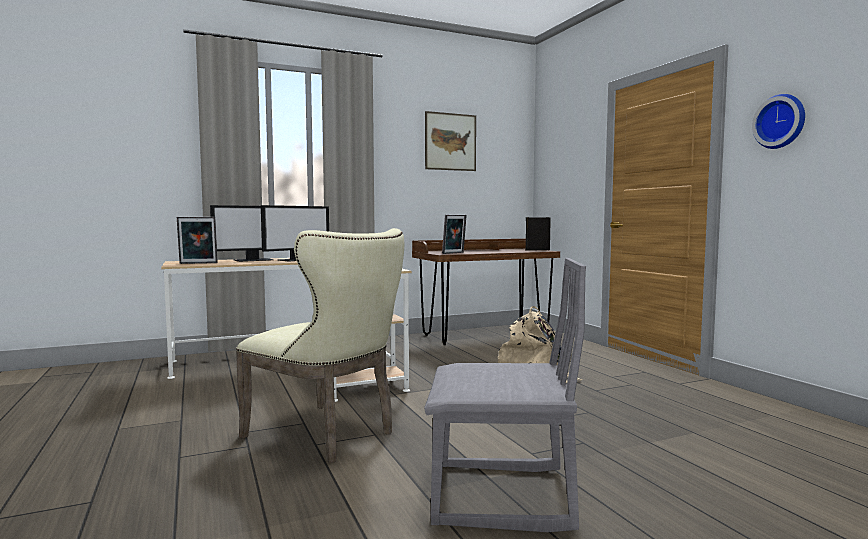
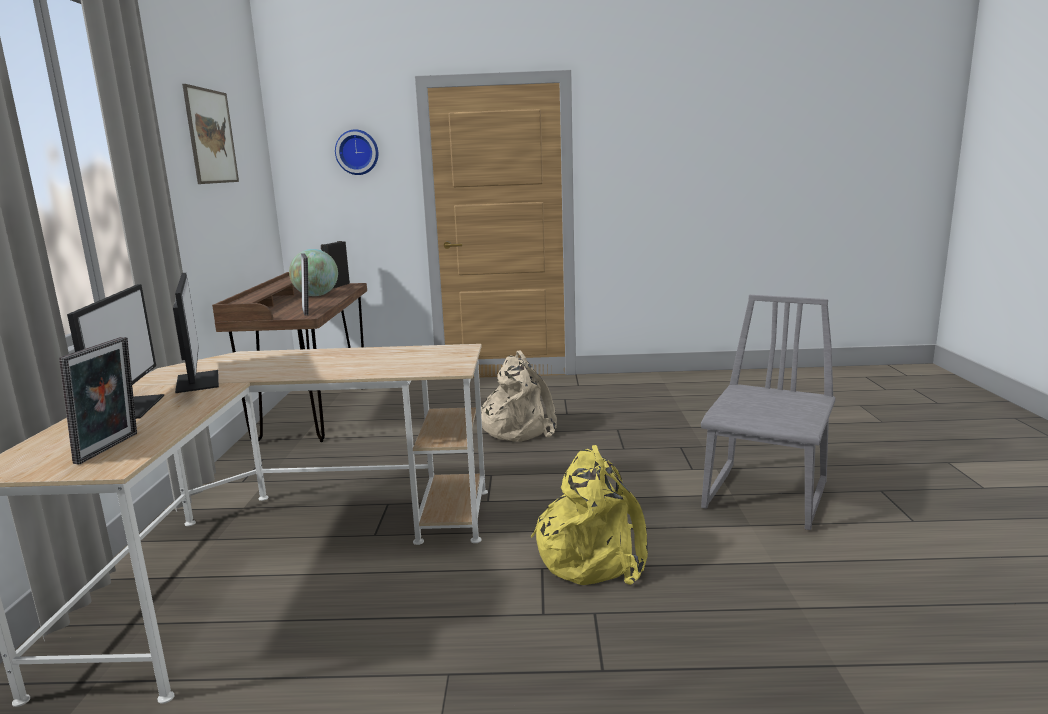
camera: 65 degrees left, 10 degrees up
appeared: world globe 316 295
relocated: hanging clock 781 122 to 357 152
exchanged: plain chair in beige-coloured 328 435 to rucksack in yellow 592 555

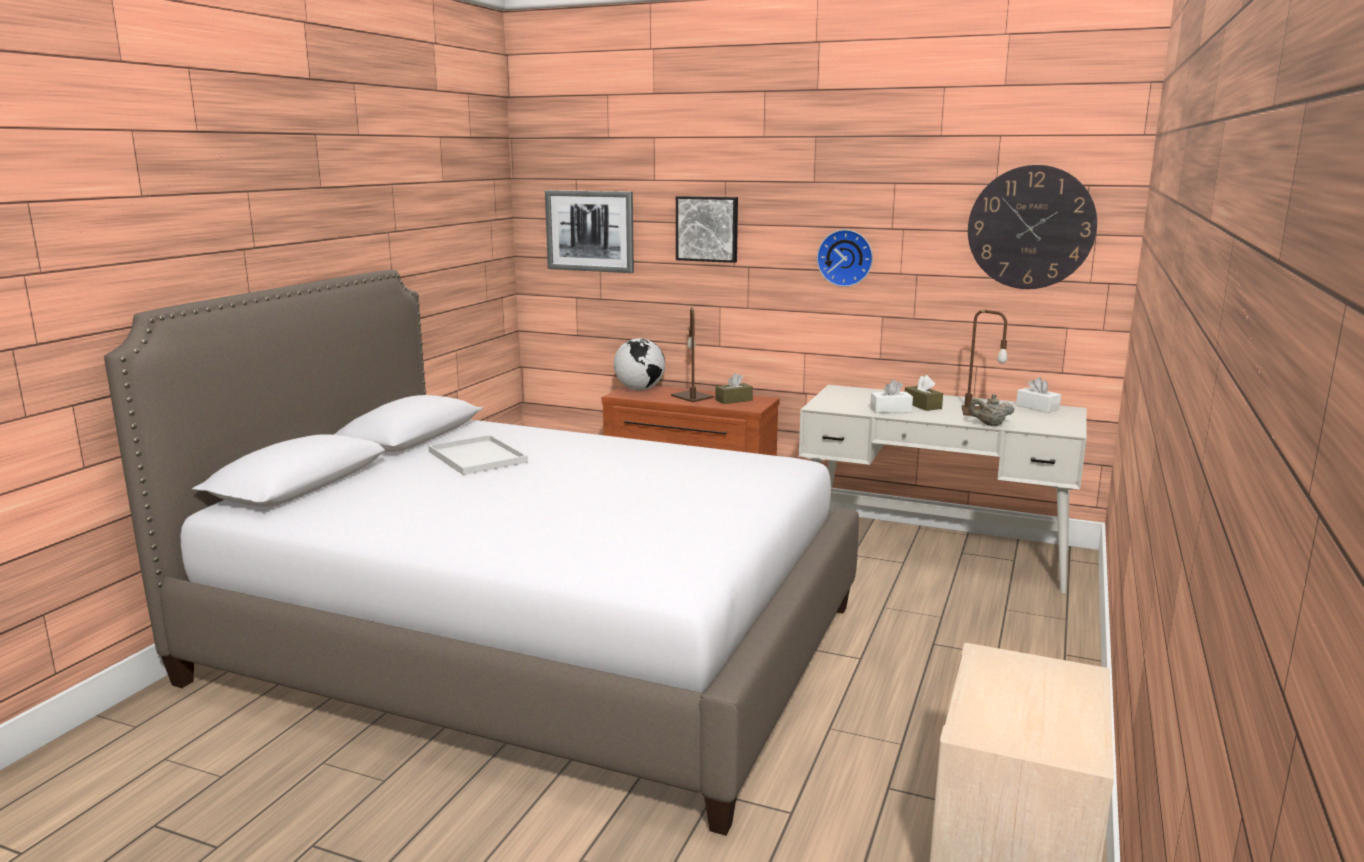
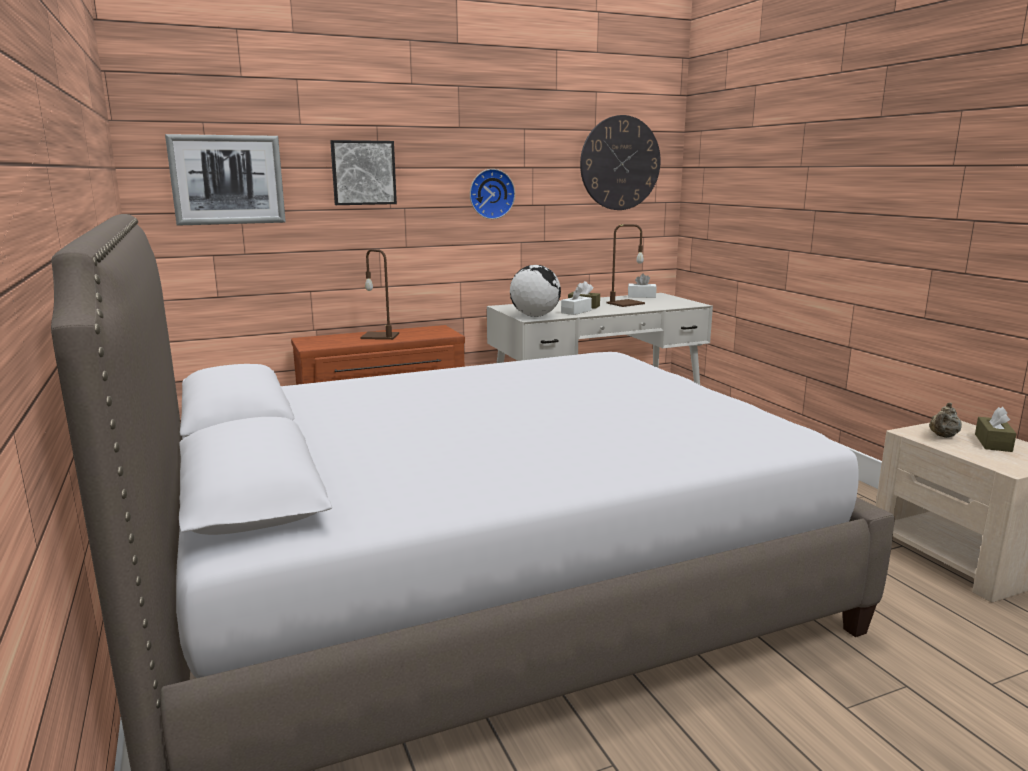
camera: 45 degrees left, 0 degrees up
missing: serving tray in white-coloured 475 456
relocated: world globe 639 389 to 534 316; tissue holder in brown 734 400 to 993 443; tea pot in beige-coloured 990 425 to 943 436

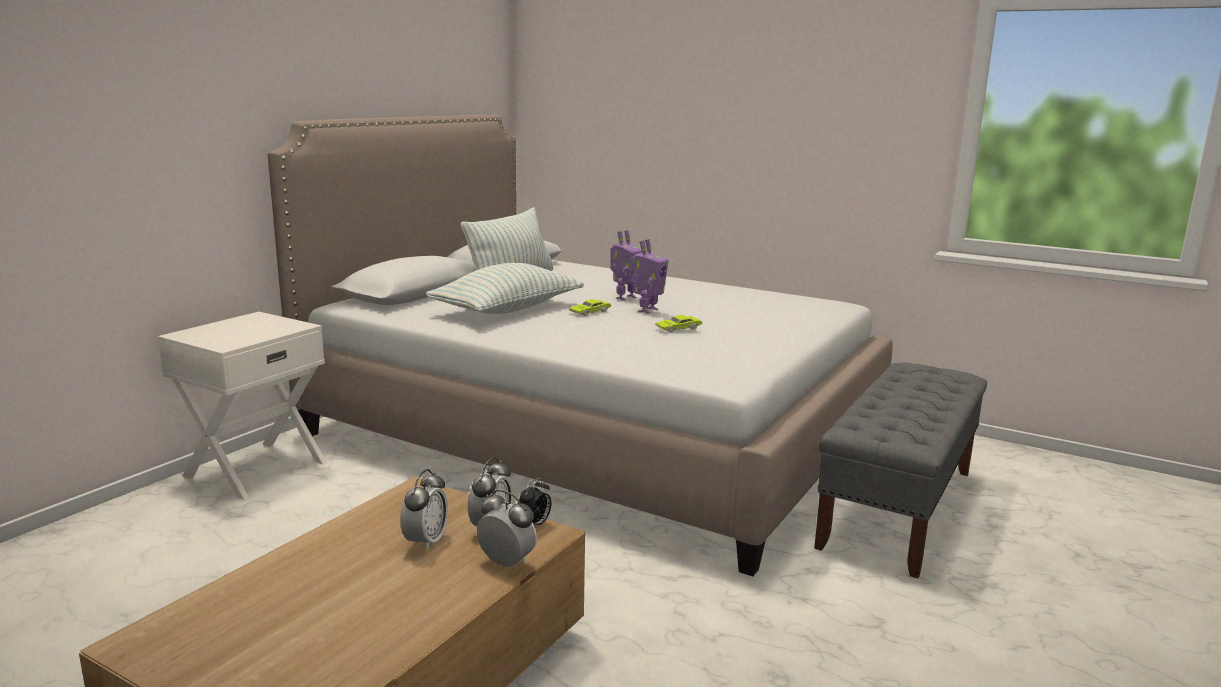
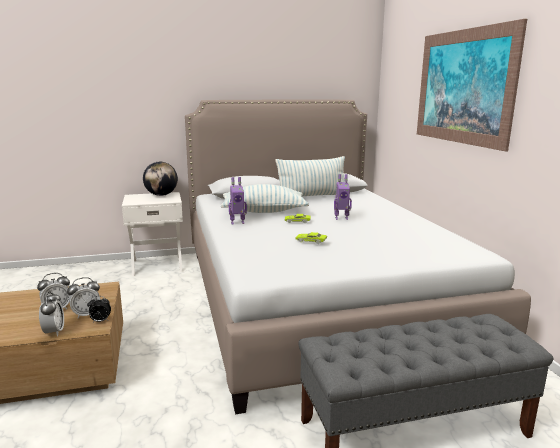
camera: 45 degrees right, 0 degrees up
appeared: wall art 463 87; world globe 161 195
relocated: model robot 647 310 to 237 222

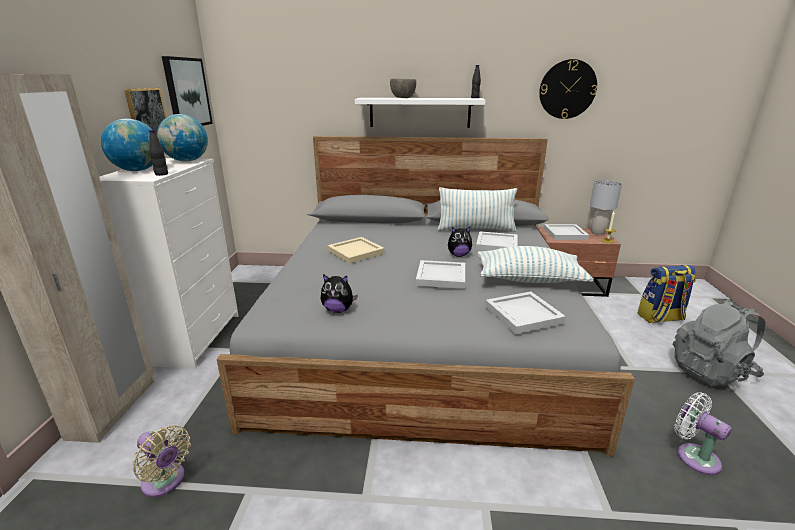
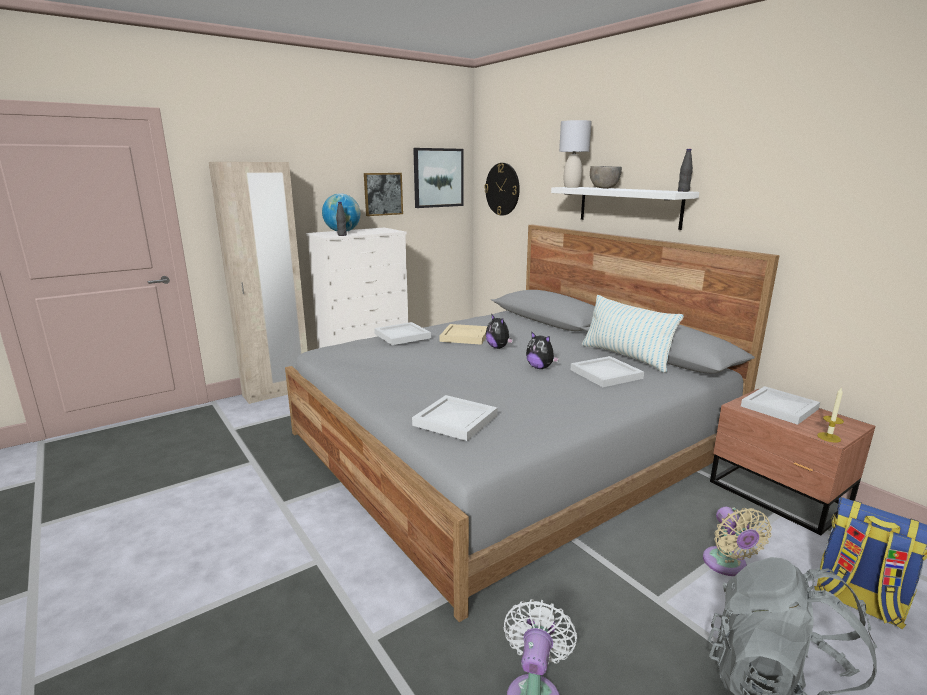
camera: 50 degrees right, 5 degrees down
missing: world globe 187 161; pillow 529 279
relocated: hanging clock 567 89 to 502 189; table lamp in gray 598 233 to 571 187; serving tray in white-coloured 442 277 to 402 336; soft toy 338 310 to 498 347; electric fan in beige-coloured 166 482 to 727 565

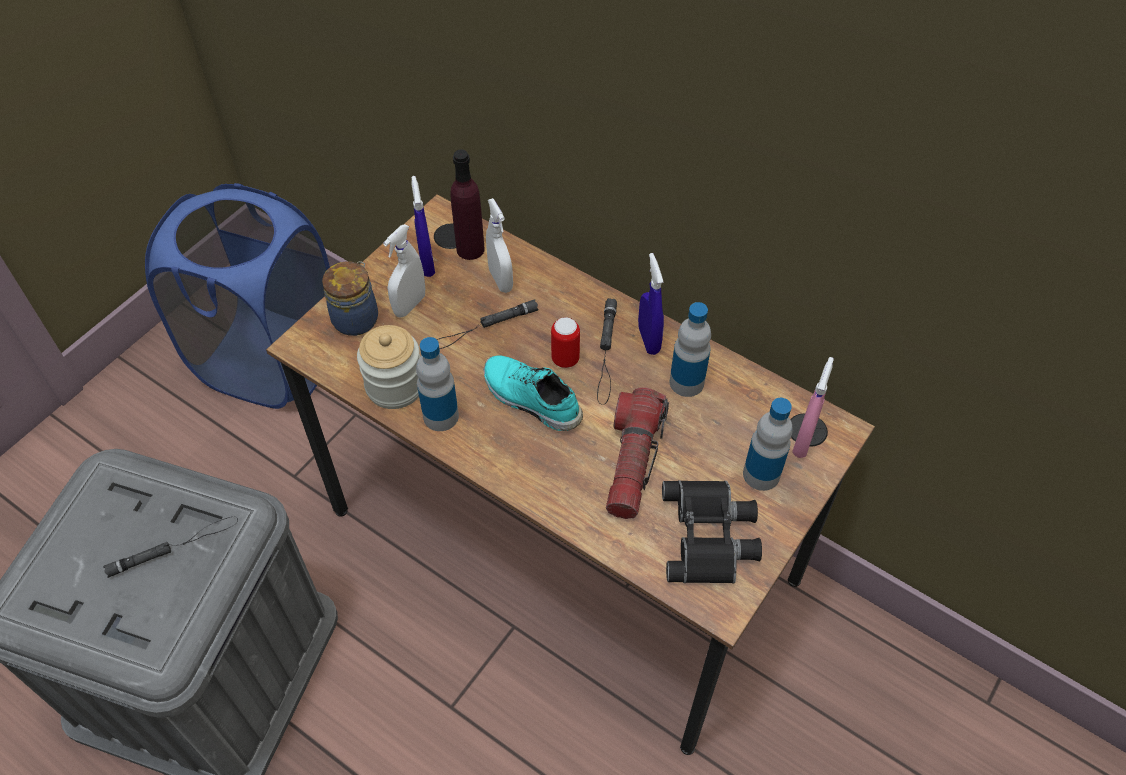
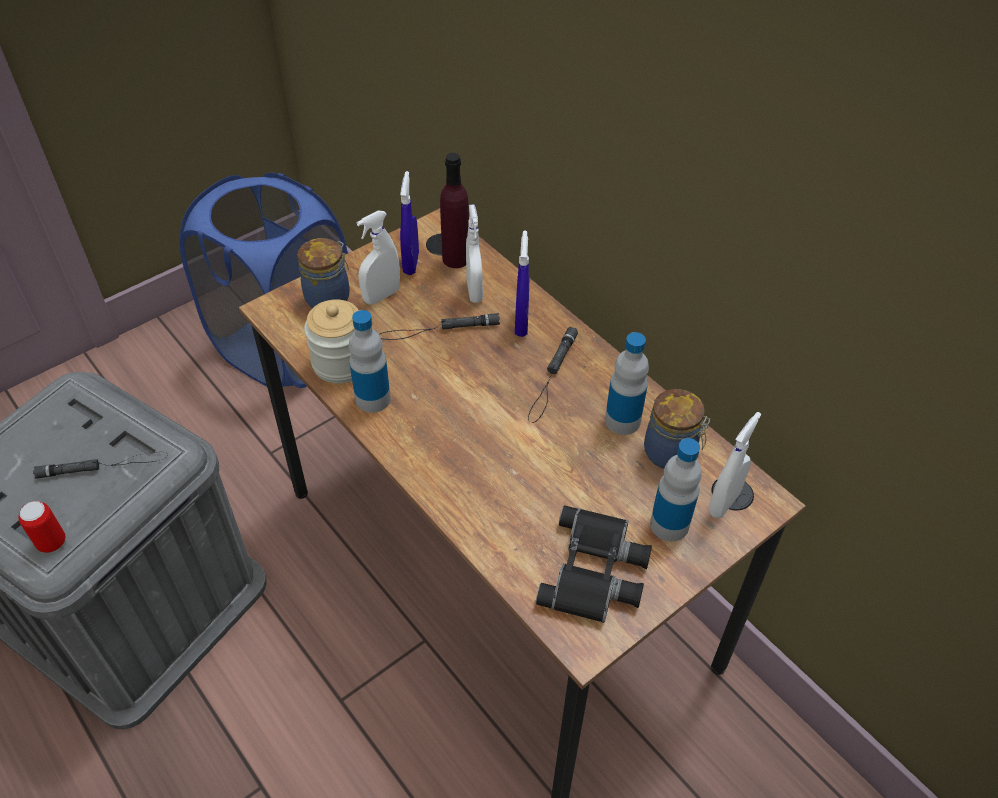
camera: 15 degrees right, 5 degrees down
missing: low shoe in turquoise-coloured 530 400; hand torch 633 462
appeared: storage jar 671 453
relocated: sprayer in blue-coloured 648 340 to 521 324; sealed can 565 359 to 51 542
colour: sprayer in pinkish 803 441 to sprayer in white-coloured 724 503

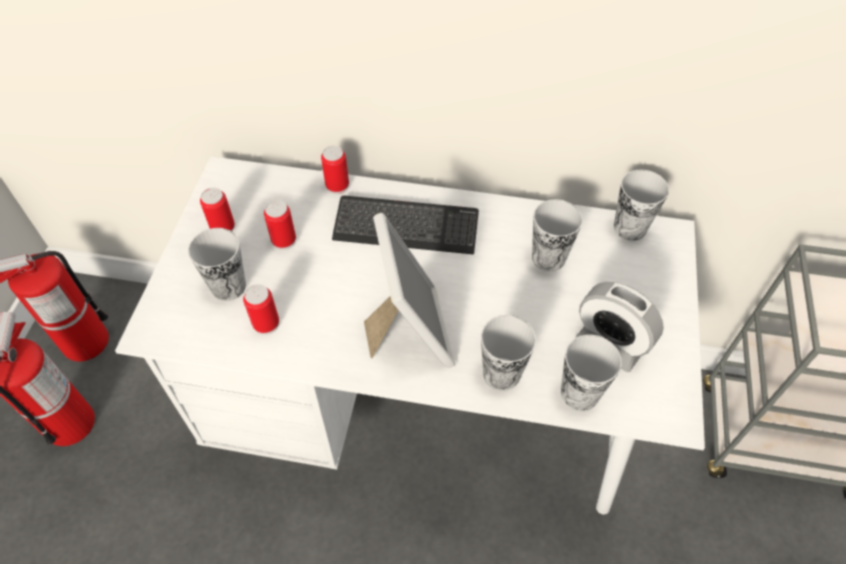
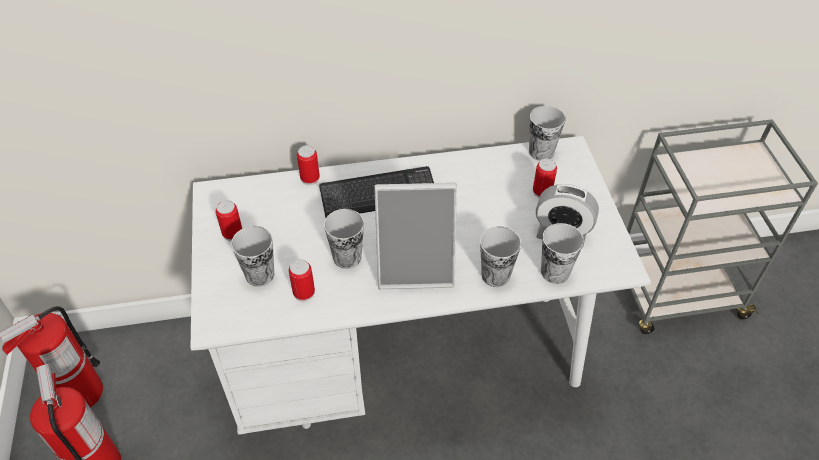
camera: 20 degrees left, 5 degrees down
relocated: drinking cup 548 257 to 347 257; sealed can 284 240 to 542 192
spun: picture frame 409 331 = 416 267 120 degrees clockwise

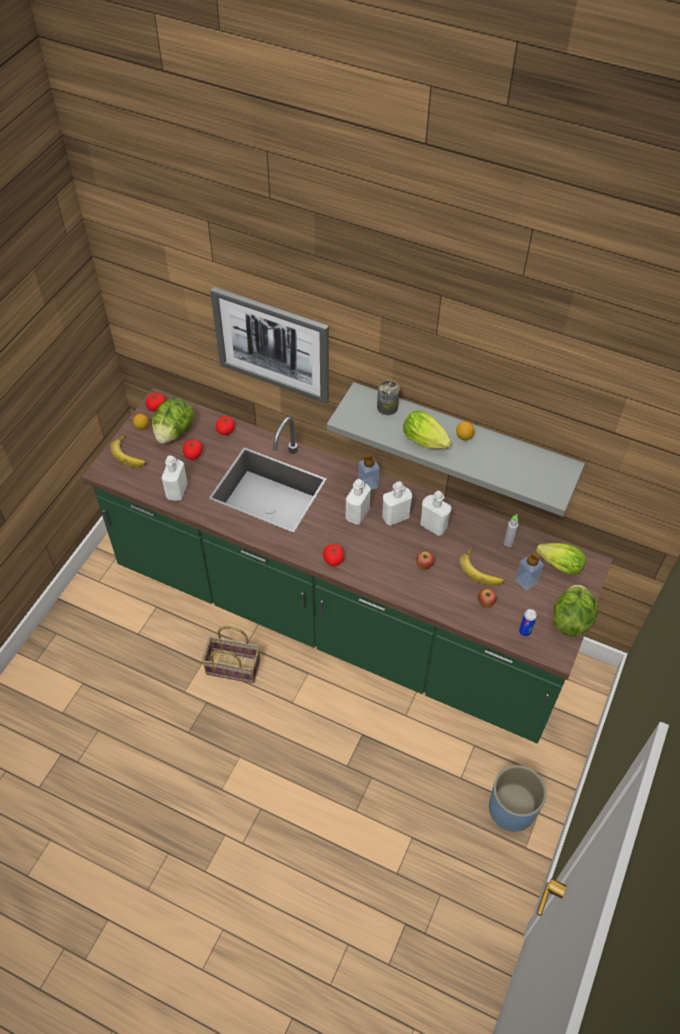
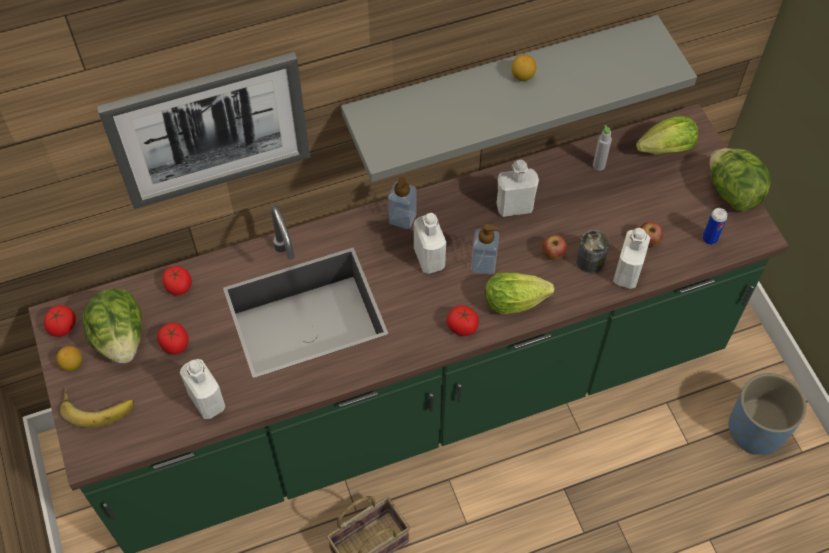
camera: 45 degrees left, 5 degrees up
missing: whole banana 482 569
relocated: sealed can 387 407 to 590 261; head of lettuce 427 442 to 518 301; bottle in white-coloured 395 517 to 627 273; soap dispenser 526 581 to 483 264

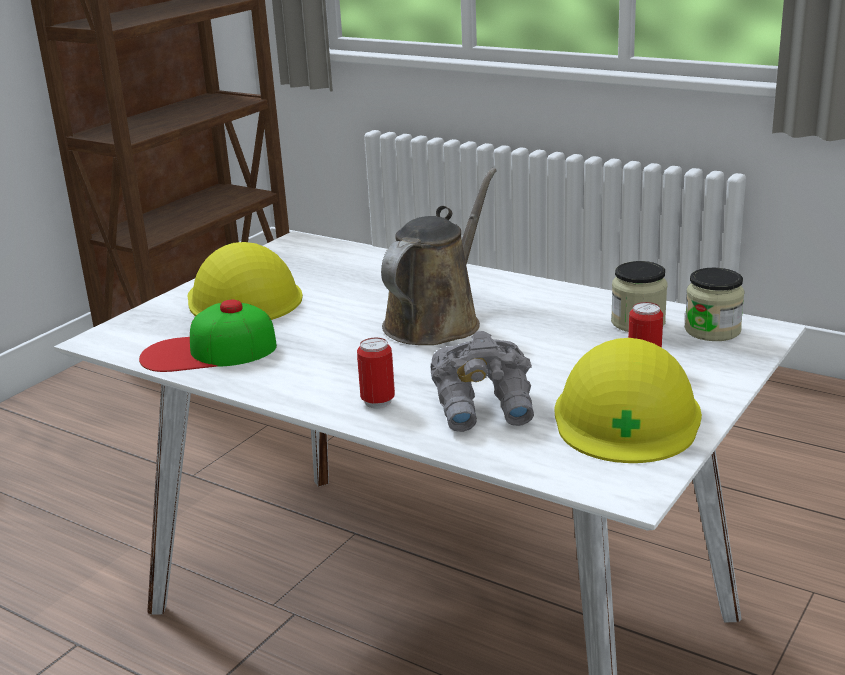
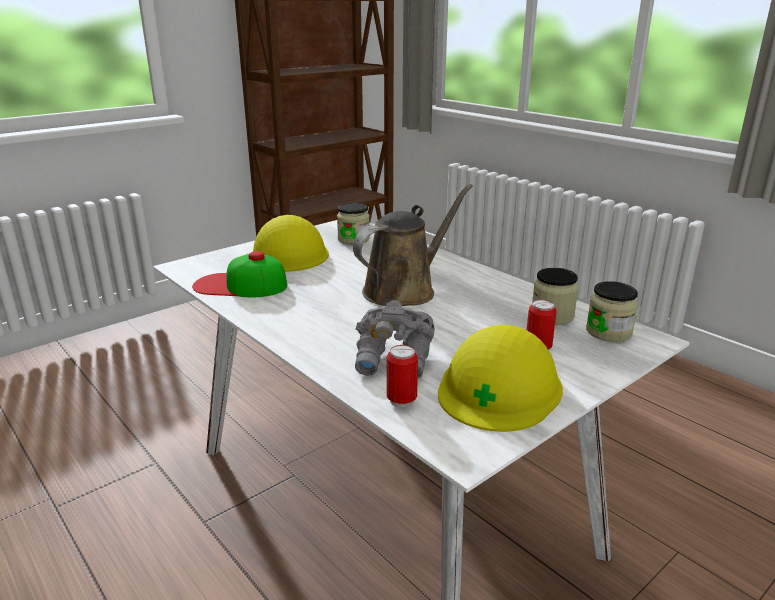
camera: 15 degrees right, 0 degrees up
appeared: storage jar 353 239
relocated: sealed can 378 402 to 401 400

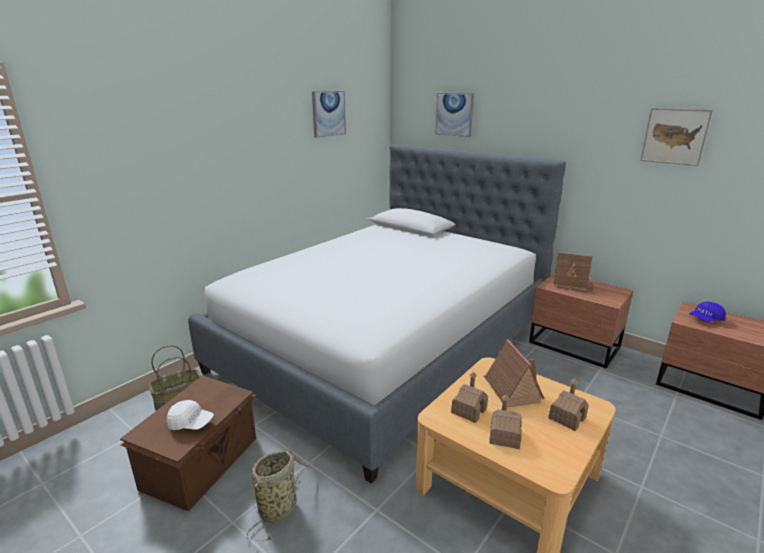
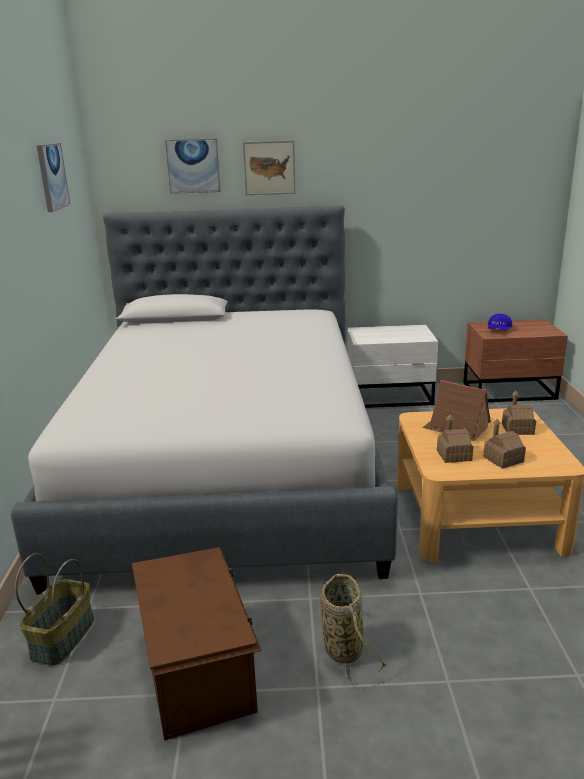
camera: 40 degrees left, 0 degrees up
missing: model house 572 284; peaked cap in white-coloured 191 423
relocated: wall art 674 136 to 269 168
colour: bedside table in brown 575 346 to bedside table in white-coloured 390 397

